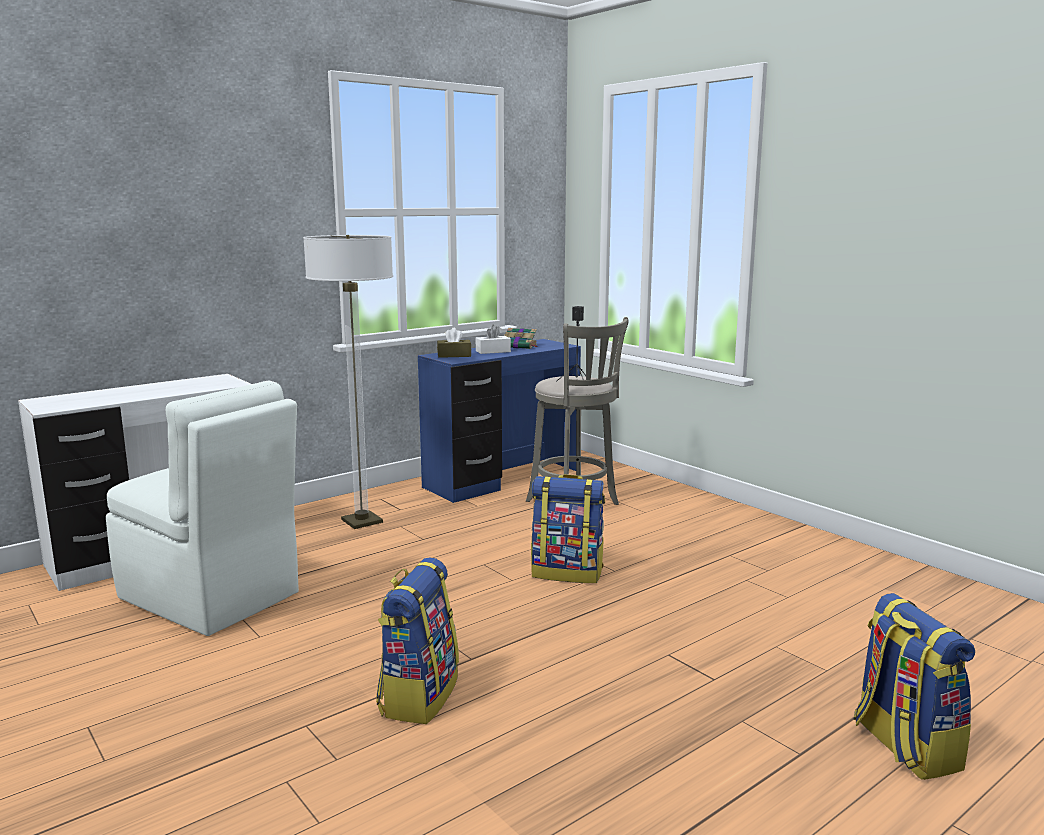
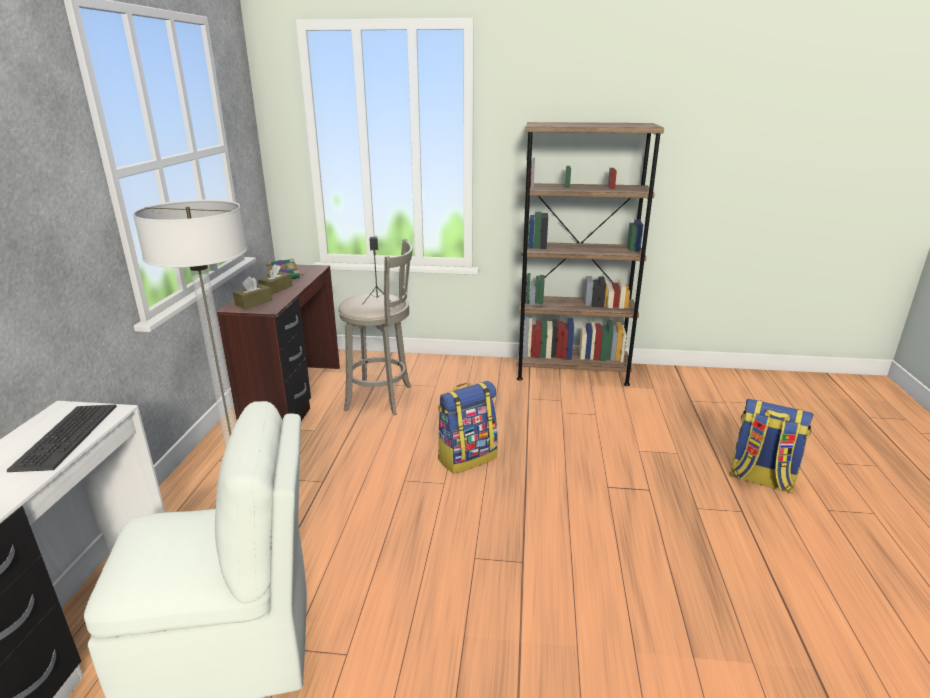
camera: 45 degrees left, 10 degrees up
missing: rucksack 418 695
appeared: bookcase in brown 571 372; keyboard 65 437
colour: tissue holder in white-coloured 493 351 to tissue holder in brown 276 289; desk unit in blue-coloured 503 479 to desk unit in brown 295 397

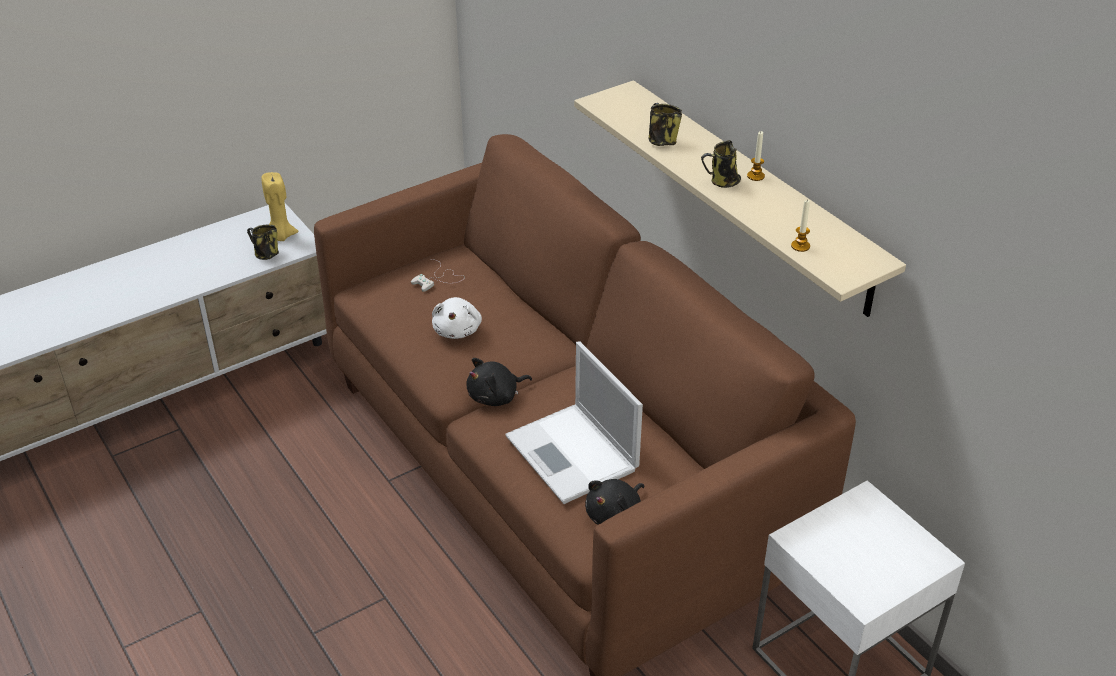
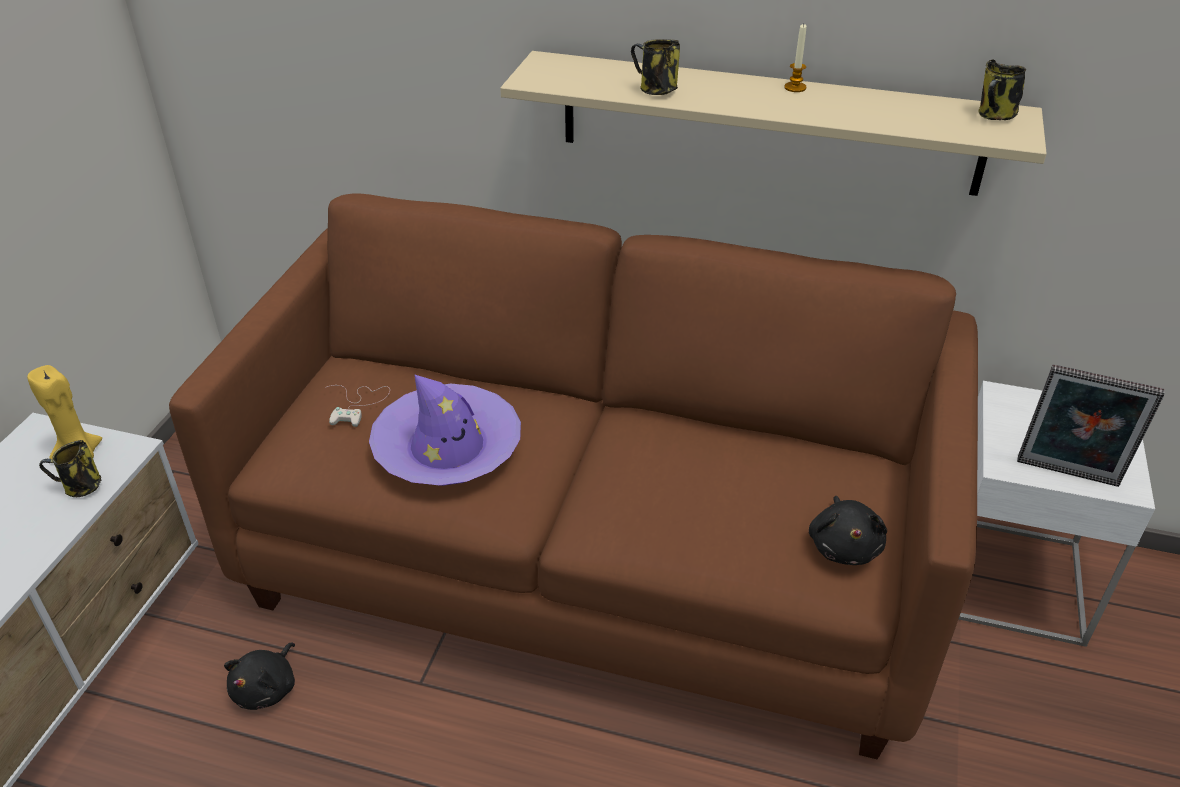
camera: 40 degrees left, 0 degrees up
missing: candle 800 246; notebook computer 573 454
appeared: picture frame 1067 475
relocated: tea mug 722 182 to 994 116; soft toy in blackish 496 396 to 267 688
exchanged: soft toy in white-coloured 457 330 to clothing hat in purple-coloured 447 447

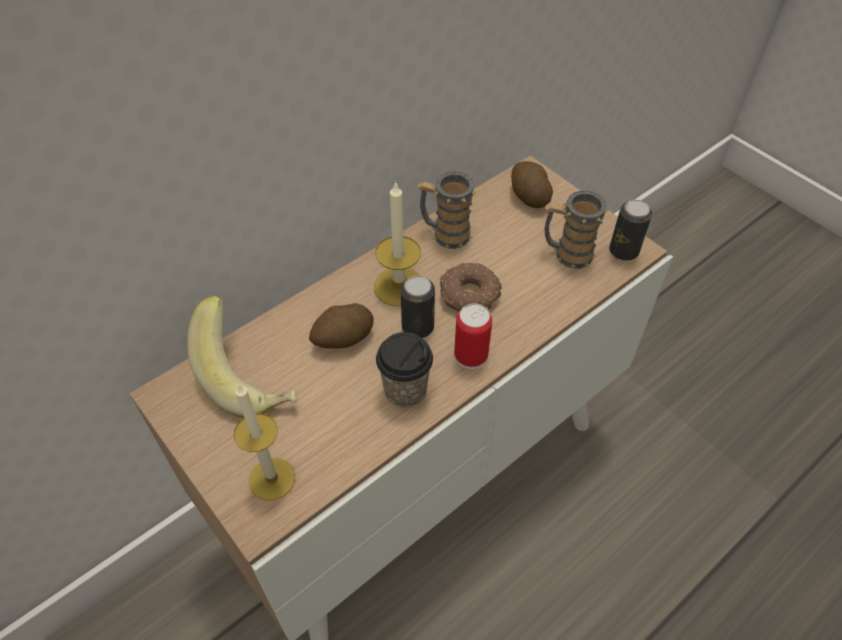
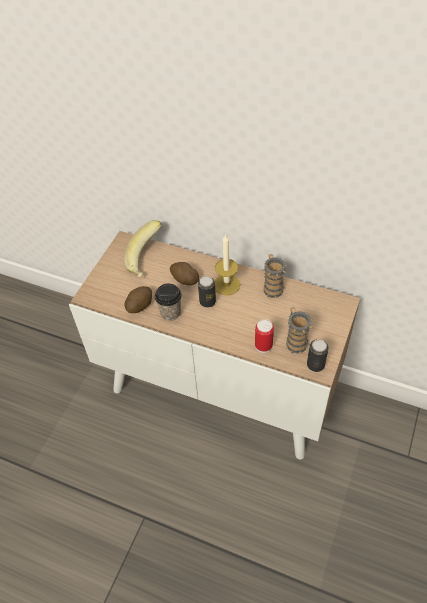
camera: 65 degrees right, 0 degrees up
missing: doughnut 468 295; candle 272 479
relocated: whole potato 528 196 to 139 305; sealed can 470 356 to 263 345

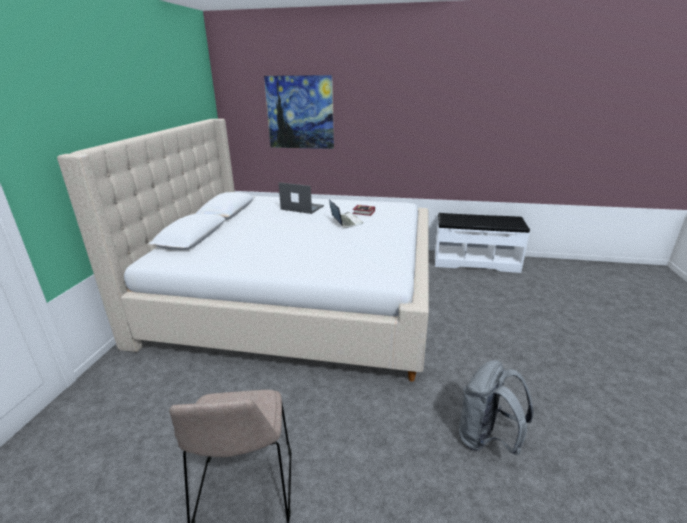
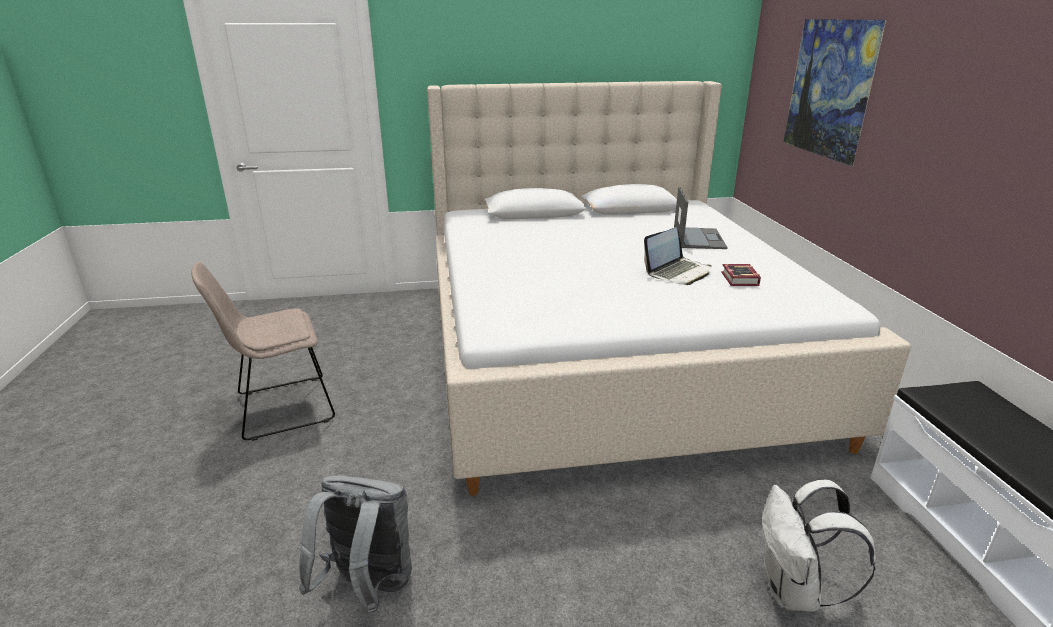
camera: 70 degrees right, 0 degrees up
appeared: rucksack in white-coloured 794 592

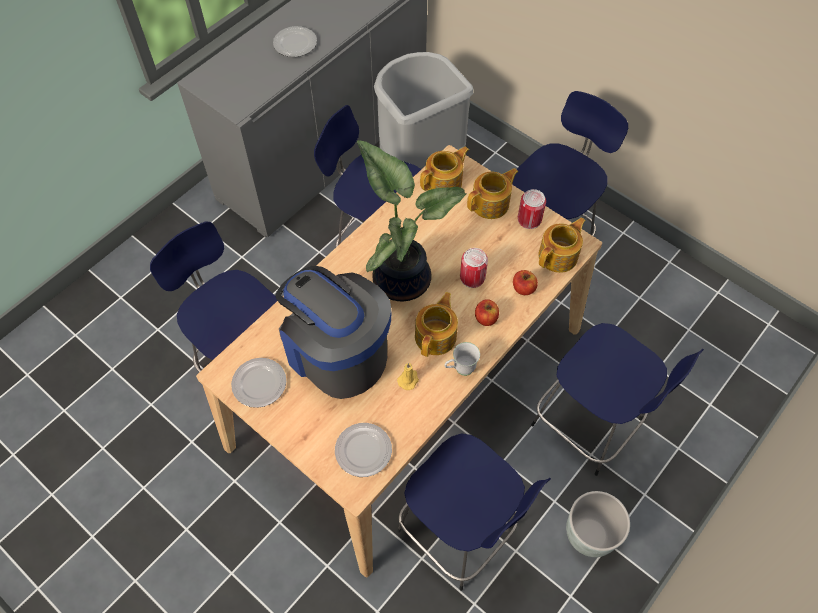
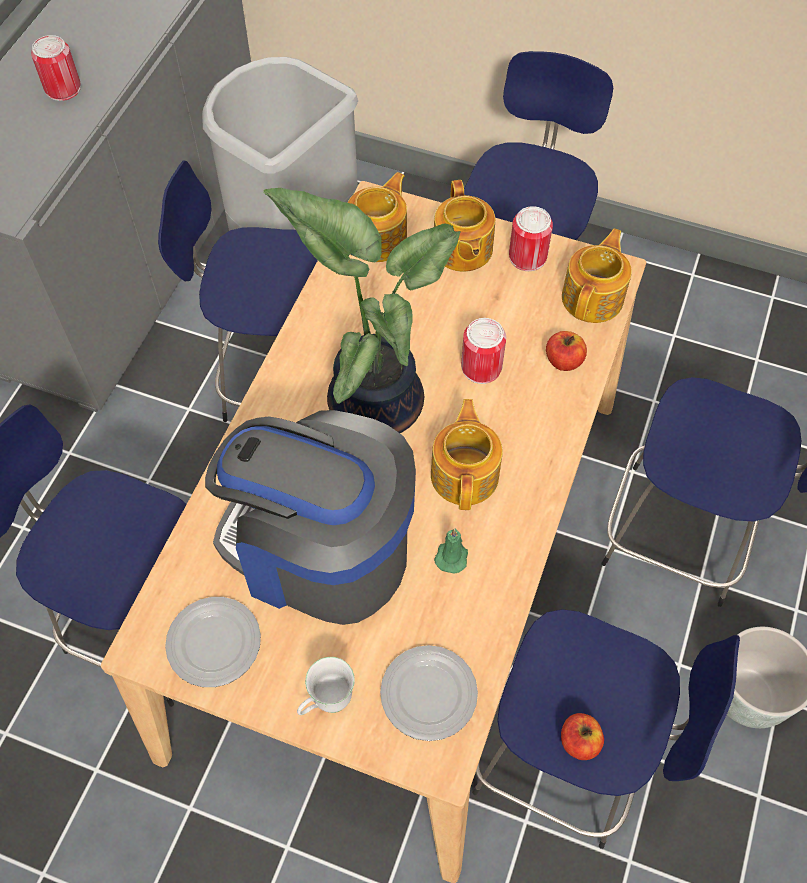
camera: 20 degrees left, 0 degrees up
relocated: whole apple 486 318 to 579 742; tea mug in white-coloured 460 369 to 326 703
exchanged: dinner plate 295 43 to sealed can 63 88
colour: candle in yellow 408 379 to candle in green-coloured 452 555
spun: tea pot 491 204 = 462 250 135 degrees clockwise

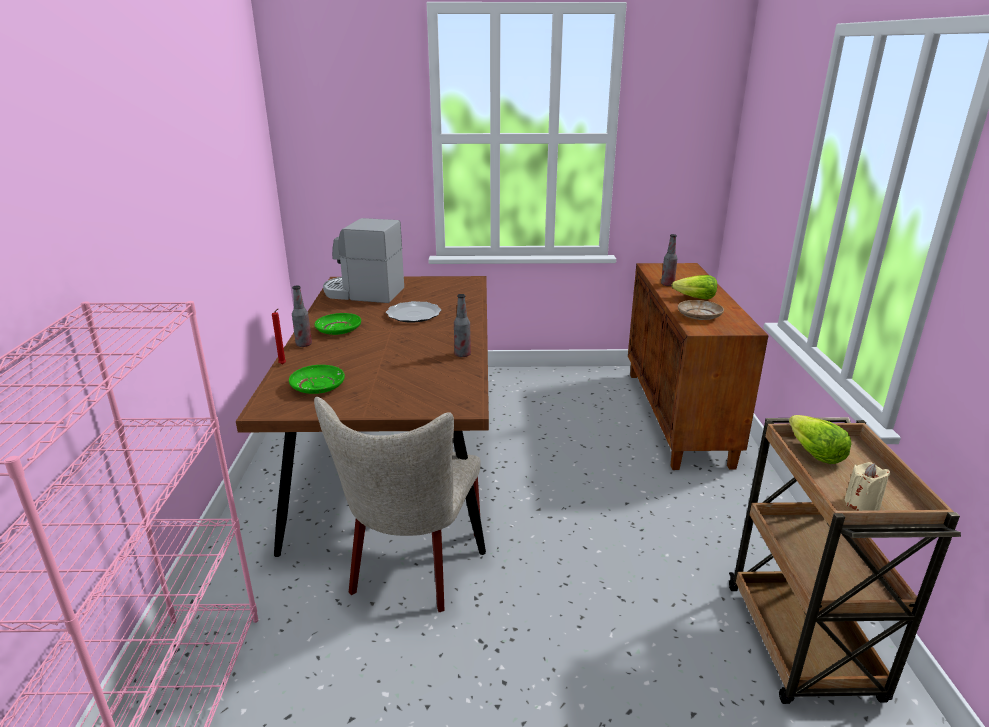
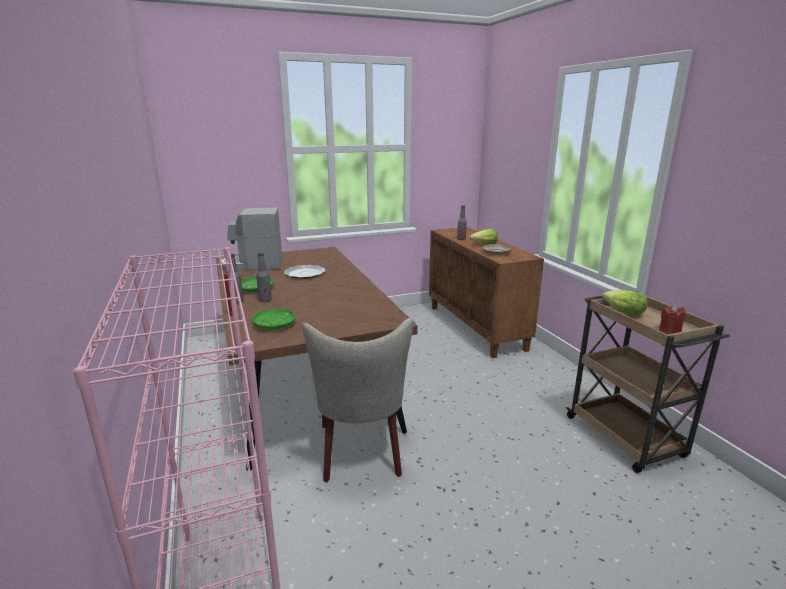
camera: 20 degrees left, 5 degrees down
relocated: bottle 462 354 to 265 300
colour: candle in beige-coloured 862 504 to candle in red 669 331

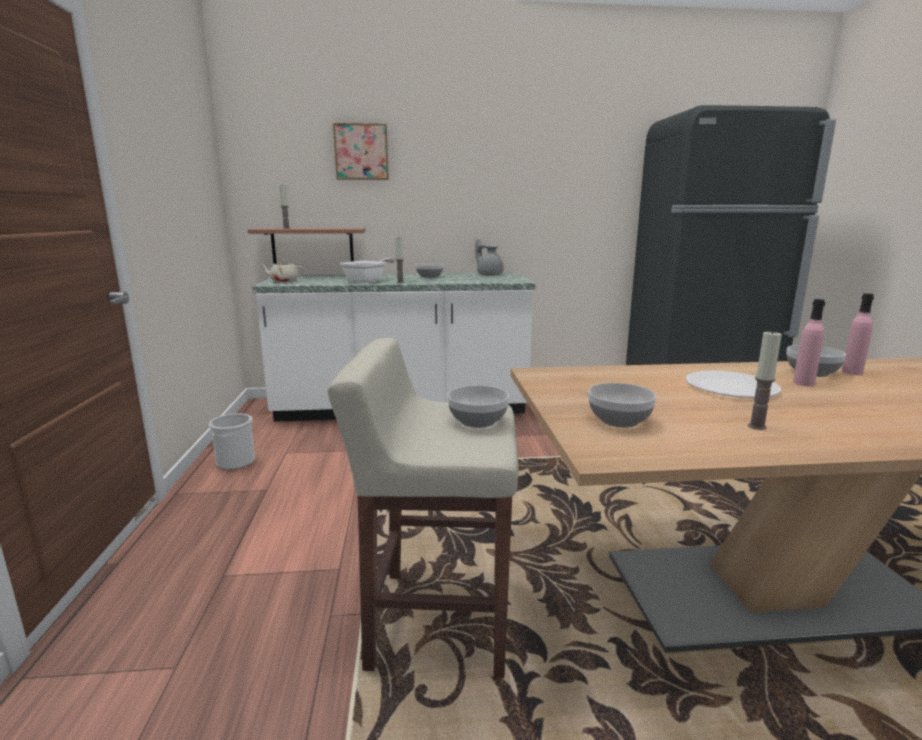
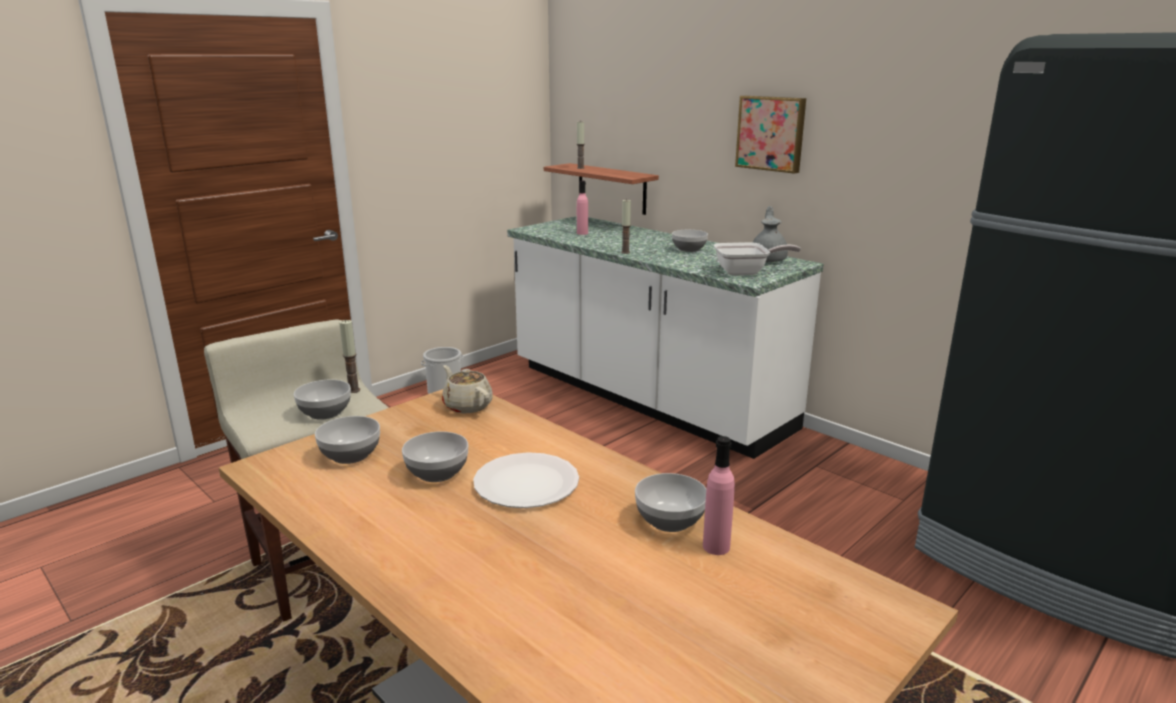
camera: 50 degrees right, 5 degrees up
appeared: deep dish 436 473
relocated: wall art 361 152 to 771 133; pan 367 281 to 746 272; tea pot in beige-coloured 283 281 to 467 405; bottle in pinkish 803 383 to 582 233; candle 757 426 to 353 390

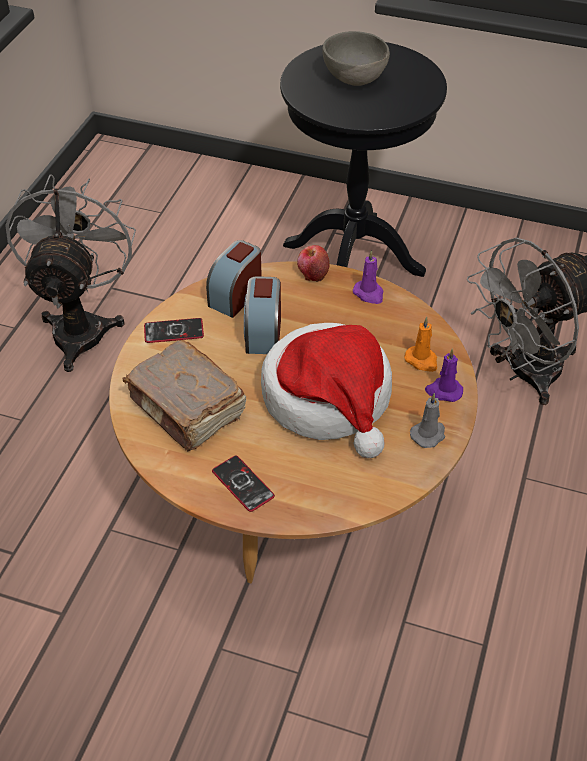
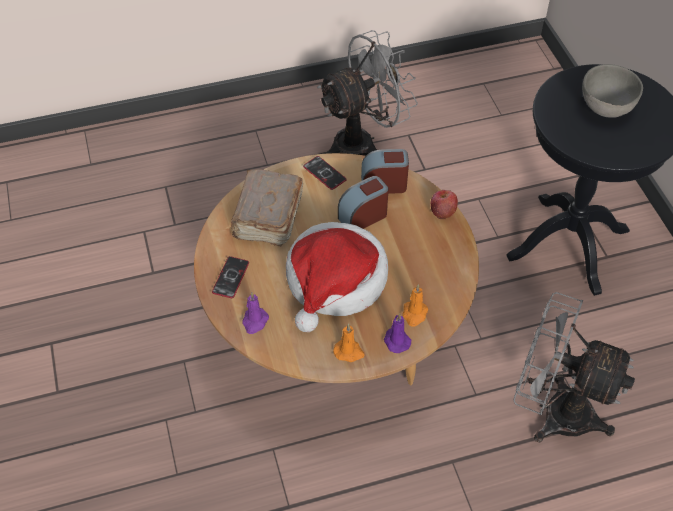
camera: 55 degrees right, 5 degrees up
relocated: candle in purple-coloured 369 294 to 255 321
colour: candle in gray 429 434 to candle in orangey 349 352

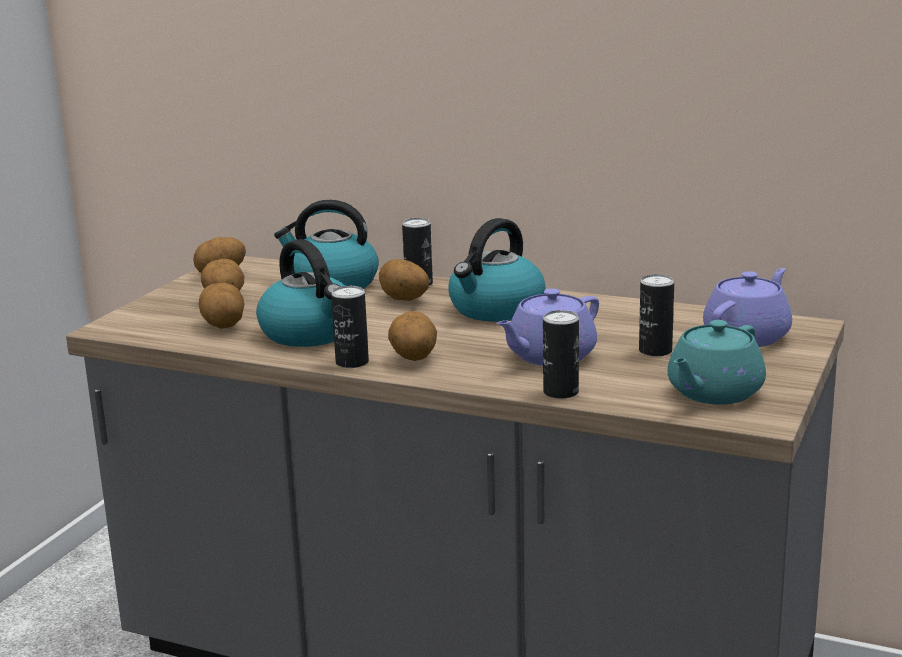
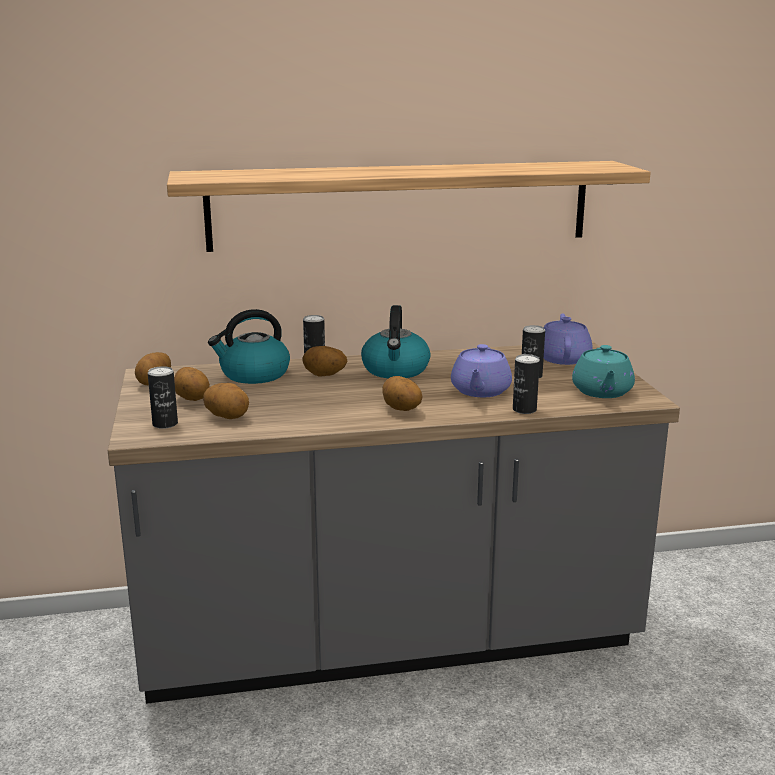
camera: 35 degrees left, 0 degrees up
missing: kettle 310 333
appeared: bracket shelf 400 205
relocated: sealed can 352 362 to 165 424

